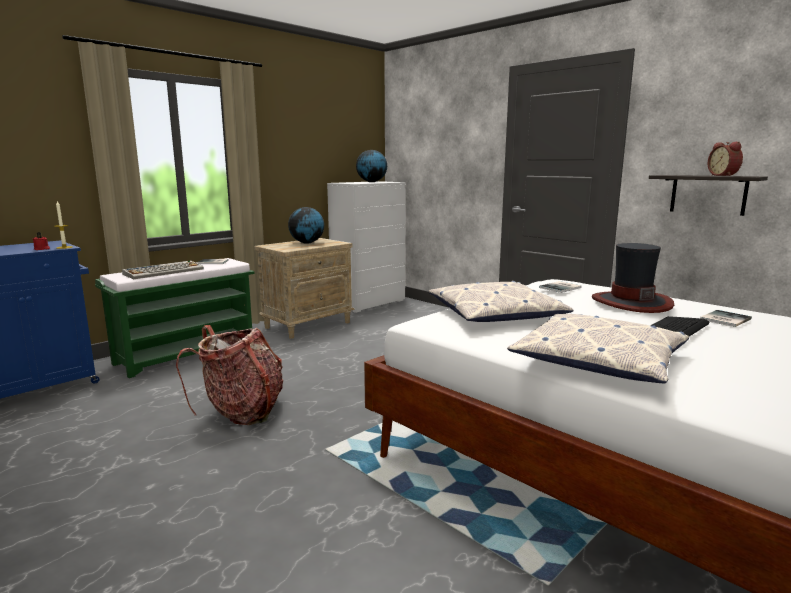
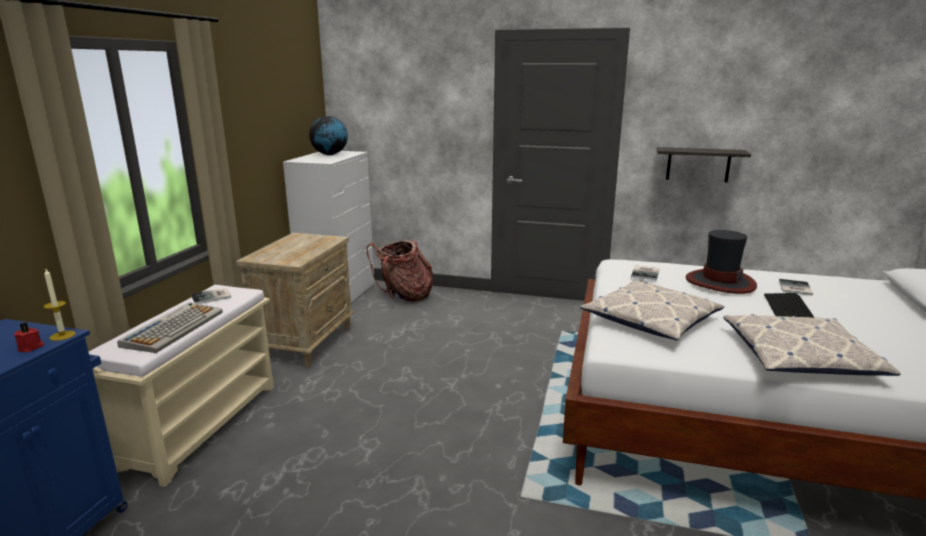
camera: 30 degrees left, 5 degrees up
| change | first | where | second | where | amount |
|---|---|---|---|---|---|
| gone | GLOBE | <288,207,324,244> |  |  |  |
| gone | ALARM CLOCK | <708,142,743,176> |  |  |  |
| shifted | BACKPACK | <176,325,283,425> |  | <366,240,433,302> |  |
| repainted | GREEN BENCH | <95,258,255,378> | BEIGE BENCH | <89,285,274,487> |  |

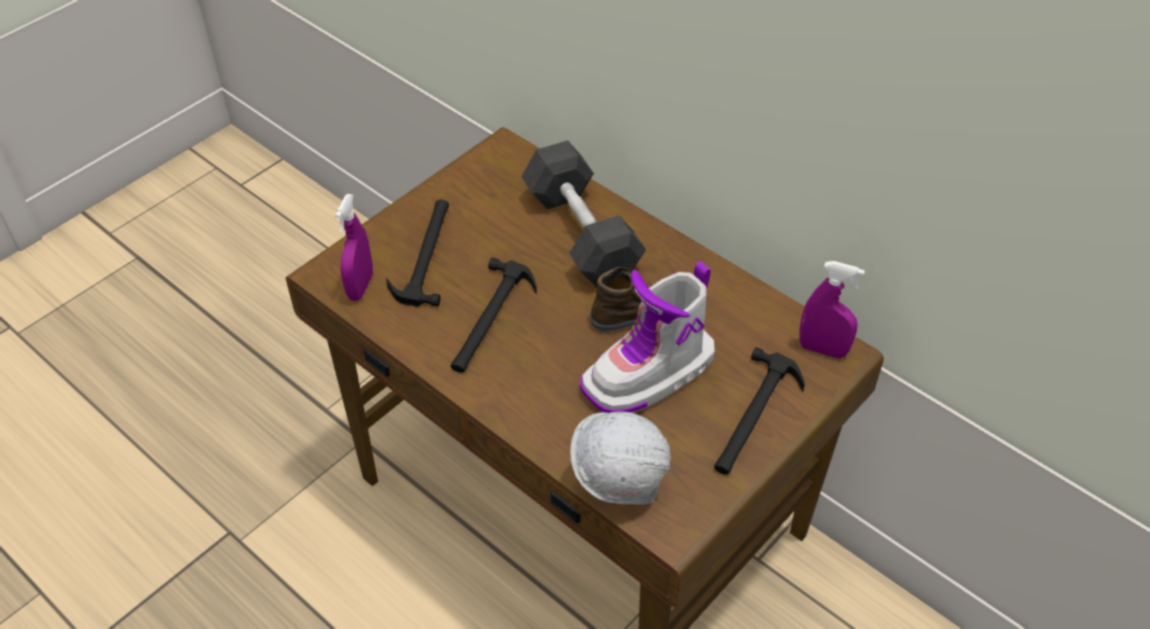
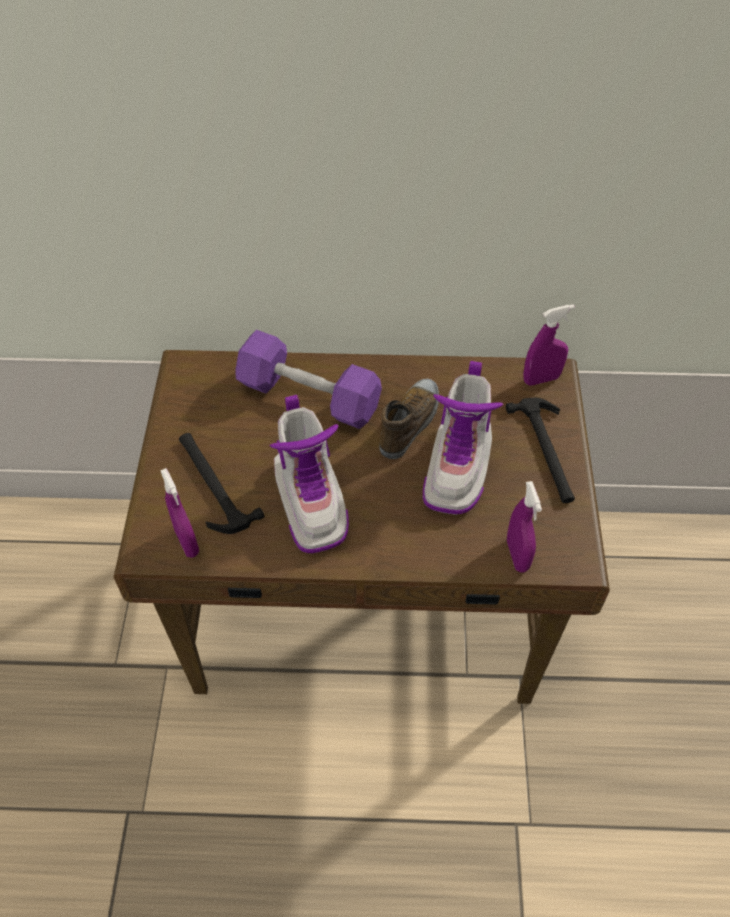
camera: 40 degrees left, 5 degrees up
| change | first | where | second | where | amount |
|---|---|---|---|---|---|
| swapped | HAMMER | <451,257,537,373> | BOOT | <269,395,349,553> |  |
| swapped | WHITE HARD HAT | <570,411,671,505> | PURPLE SPRAY BOTTLE | <507,481,542,572> |  |
| repainted | GREY DUMBBELL | <521,140,646,287> | PURPLE DUMBBELL | <235,330,382,429> |  |

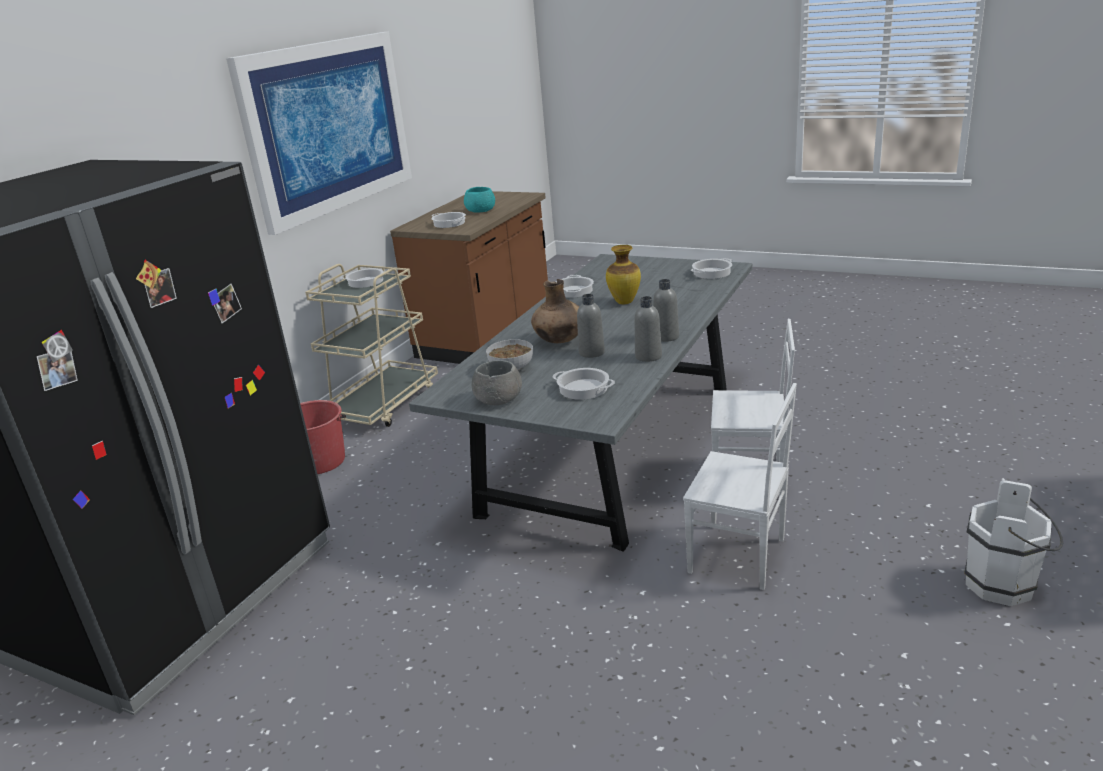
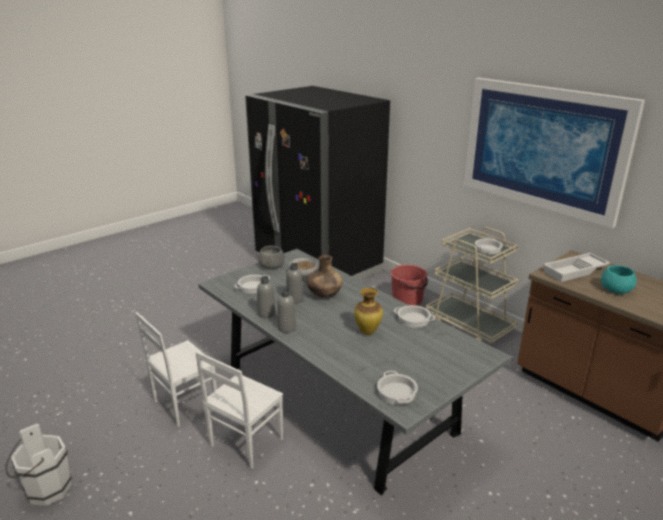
camera: 110 degrees right, 0 degrees up
| change | first | where | second | where | amount |
|---|---|---|---|---|---|
| swapped | COOKING POT | <431,212,466,228> | WHITE TRAY | <543,253,610,282> |  |

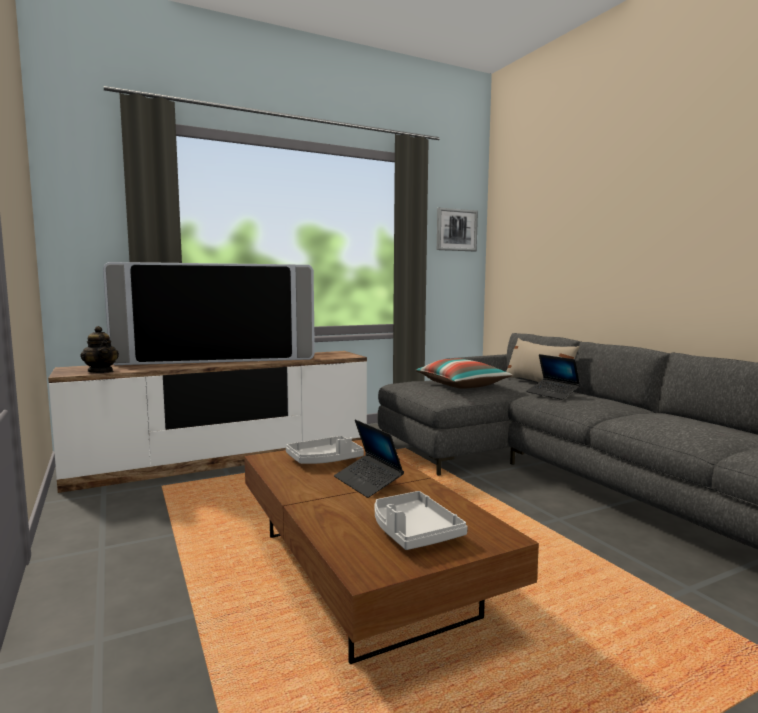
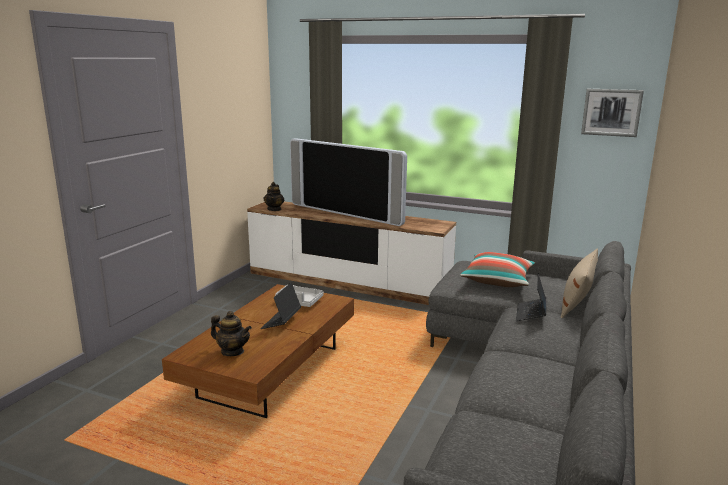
camera: 50 degrees right, 10 degrees up
| change | first | where | second | where | amount |
|---|---|---|---|---|---|
| swapped | GREY TRAY | <374,491,468,550> | TEAPOT | <211,311,252,356> |  |

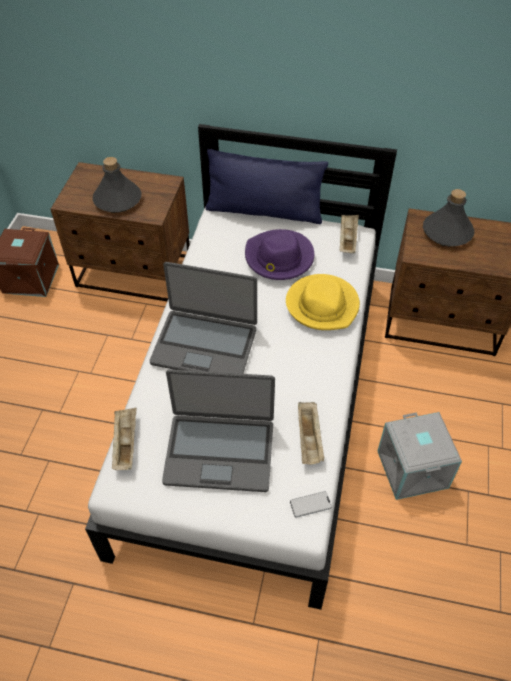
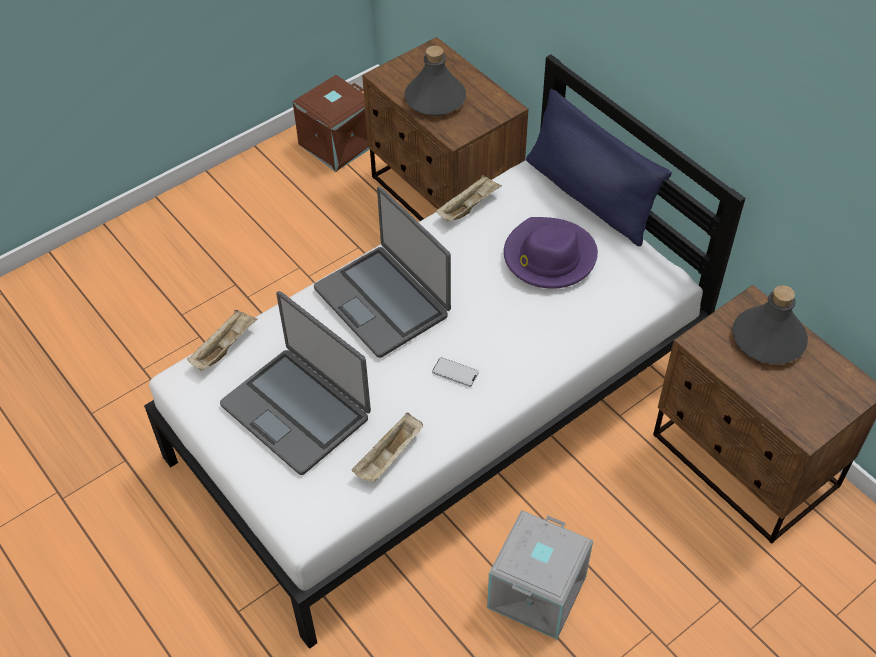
camera: 40 degrees right, 0 degrees up
| change | first | where | second | where | amount |
|---|---|---|---|---|---|
| gone | YELLOW HAT | <286,274,360,330> |  |  |  |
| shifted | PHONE | <290,491,332,518> |  | <432,357,479,387> |  |
| shifted | BEIGE TRAY | <340,215,359,253> |  | <436,175,502,222> |  |

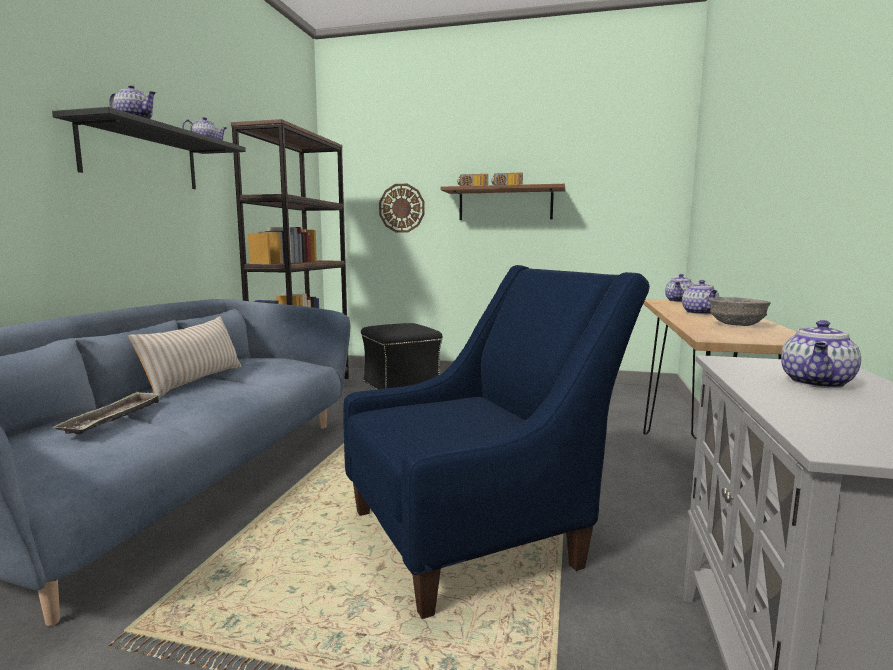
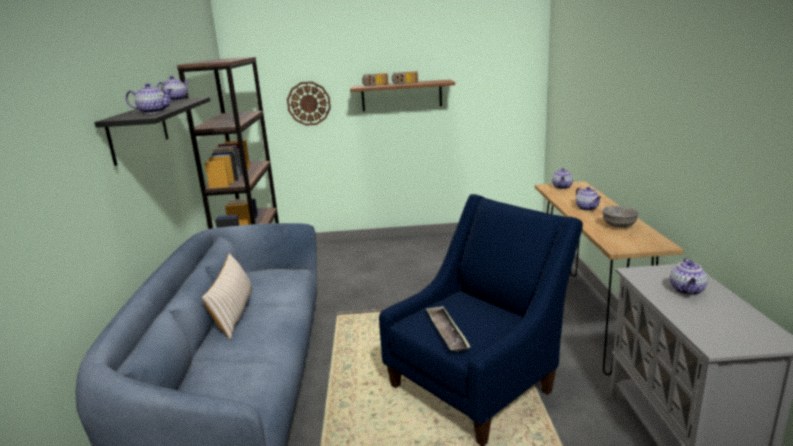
camera: 15 degrees left, 10 degrees up
| change | first | where | second | where | amount |
|---|---|---|---|---|---|
| gone | BLACK OTTOMAN | <361,323,442,389> |  |  |  |
| shifted | TRAY | <54,391,160,435> |  | <426,306,470,352> |  |

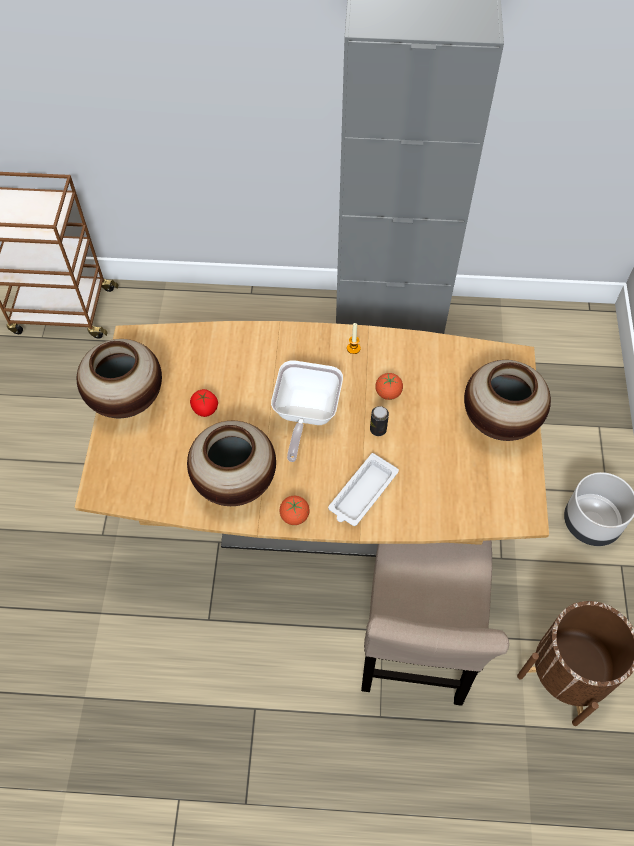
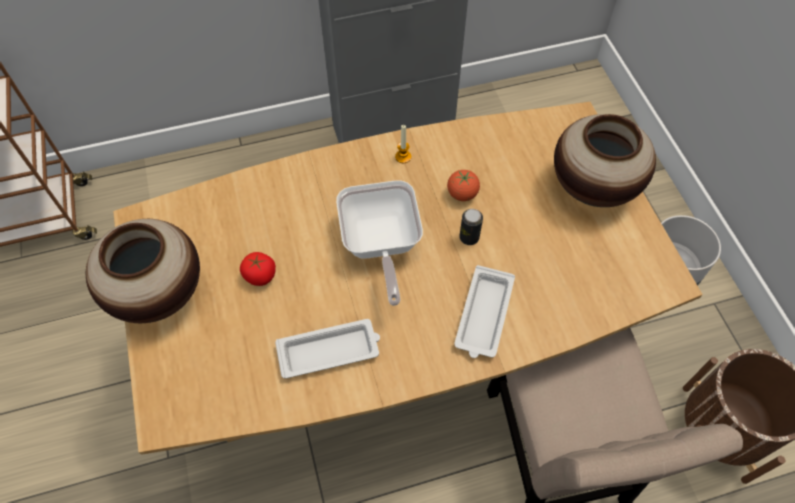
camera: 20 degrees left, 0 degrees up
| change | first | where | second | where | amount |
|---|---|---|---|---|---|
| gone | TOMATO | <279,496,310,525> |  |  |  |
| swapped | VASE | <187,421,276,506> | WHITE TRAY | <275,319,380,379> |  |

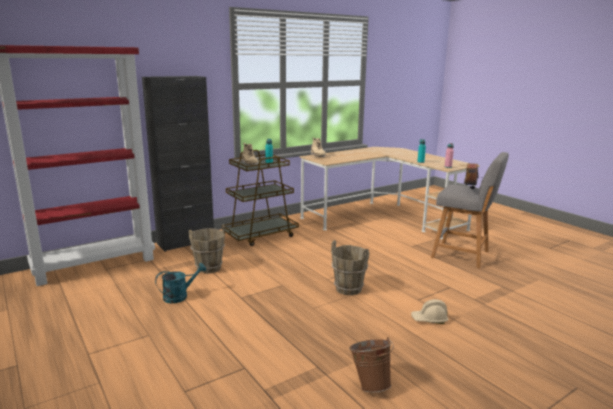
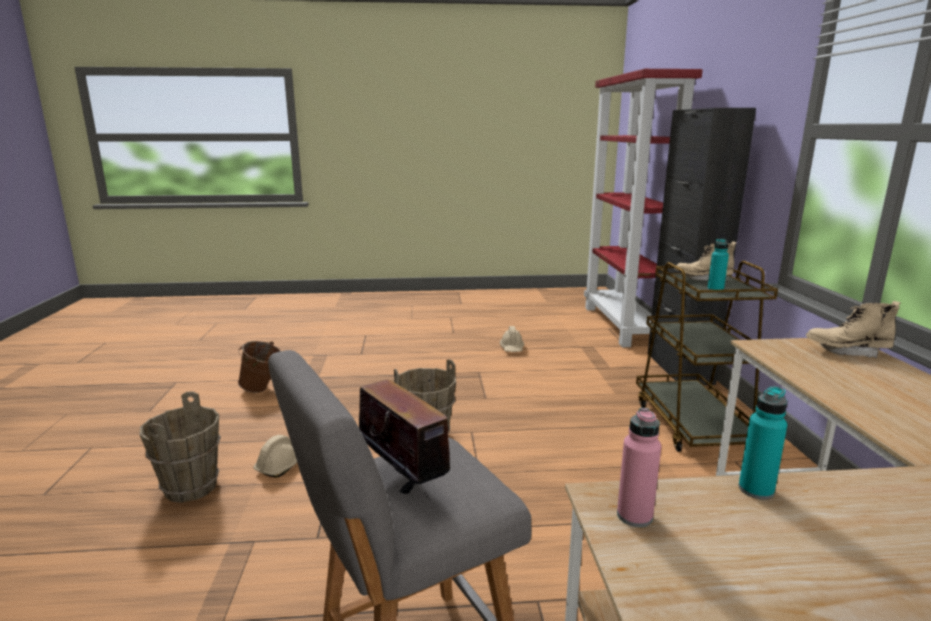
camera: 120 degrees right, 0 degrees up
| change | first | where | second | where | amount |
|---|---|---|---|---|---|
| shifted | BROWN BUCKET | <189,224,225,274> |  | <140,391,221,503> |  |
| swapped | TURQUOISE WATERING CAN | <155,263,206,303> | BEIGE HARD HAT | <500,326,524,352> |  |

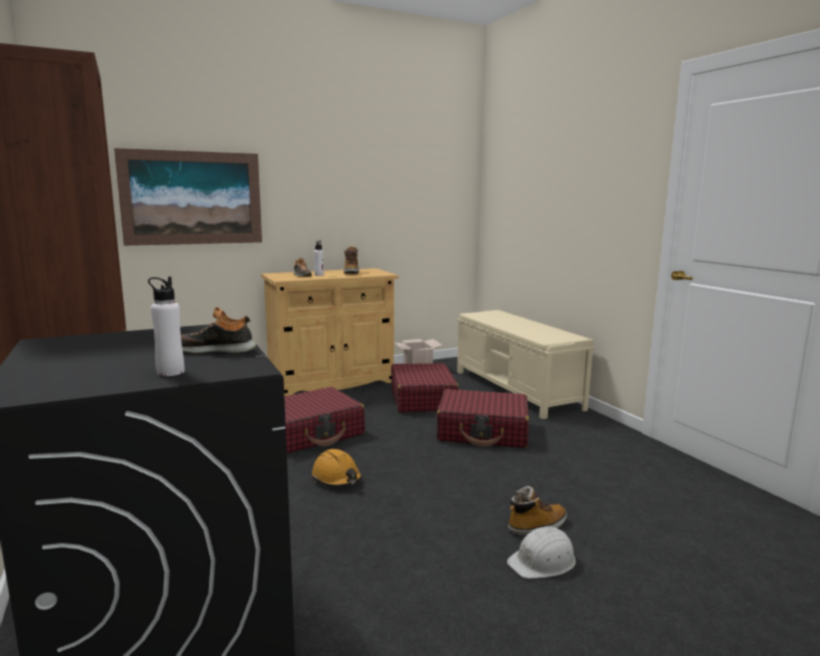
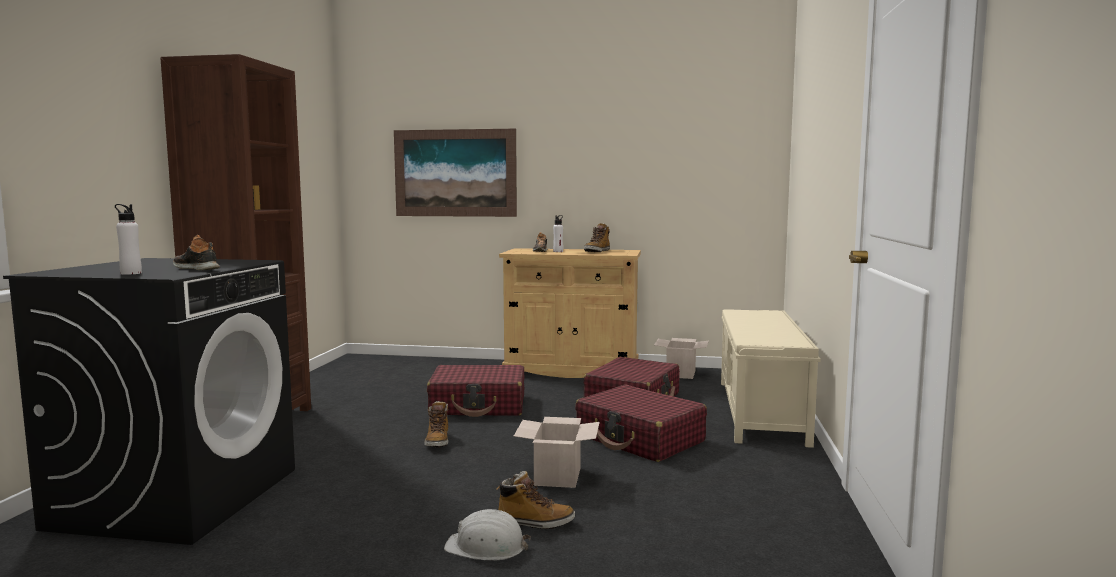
camera: 35 degrees right, 5 degrees down
| change | first | where | second | where | amount |
|---|---|---|---|---|---|
| new |  |  | CARDBOARD BOX | <514,417,600,488> |  |
| swapped | ORANGE HARD HAT | <312,449,362,487> | BOOT | <424,401,449,447> |  |

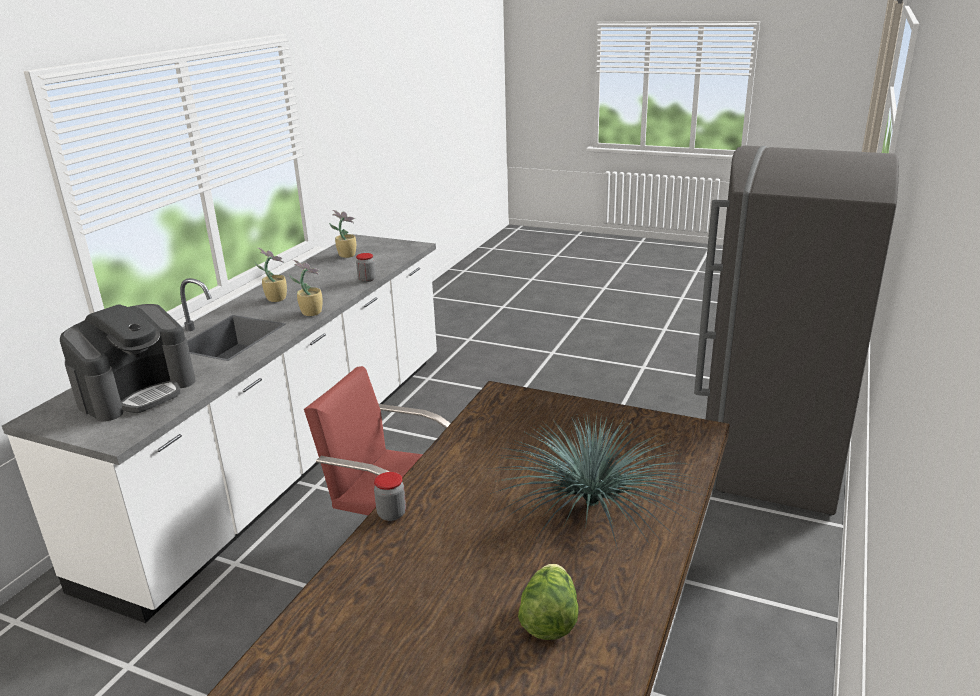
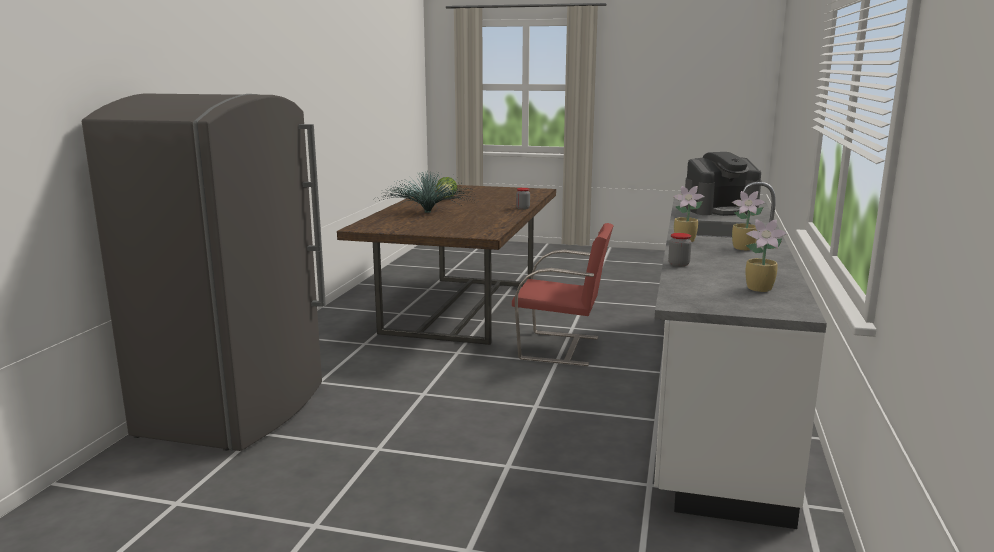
camera: 170 degrees right, 10 degrees down
| change | first | where | second | where | amount |
|---|---|---|---|---|---|
| rotated | COFFEE MACHINE | <60,304,196,422> |  | <685,152,761,216> | 135 degrees counterclockwise |

